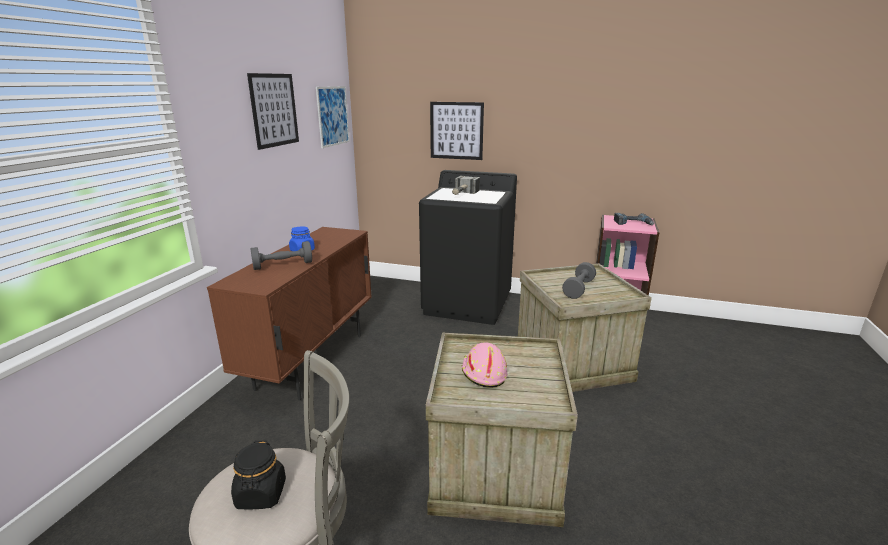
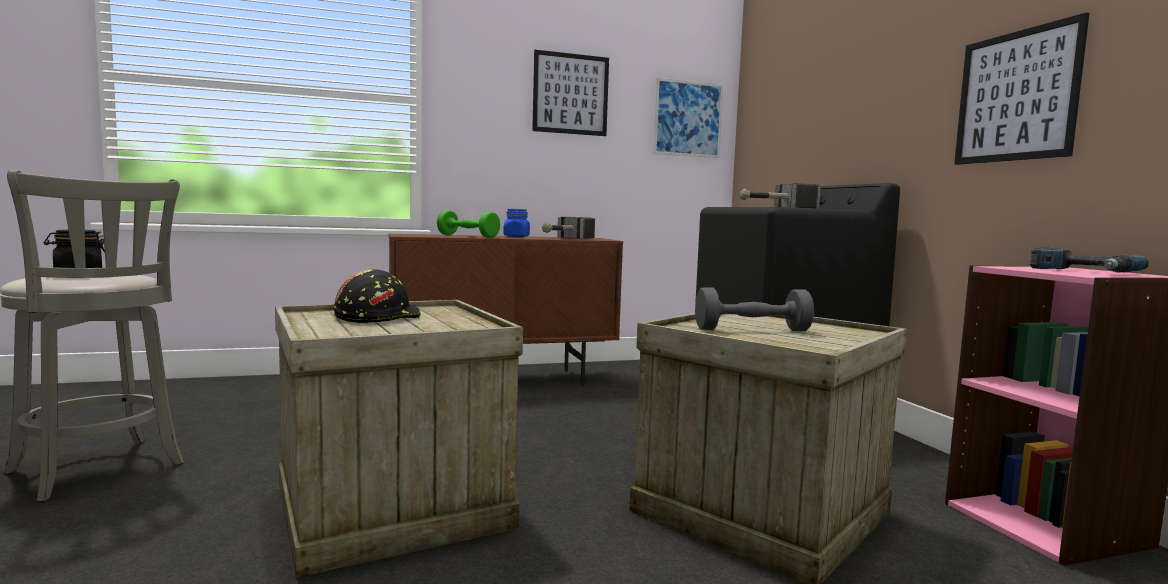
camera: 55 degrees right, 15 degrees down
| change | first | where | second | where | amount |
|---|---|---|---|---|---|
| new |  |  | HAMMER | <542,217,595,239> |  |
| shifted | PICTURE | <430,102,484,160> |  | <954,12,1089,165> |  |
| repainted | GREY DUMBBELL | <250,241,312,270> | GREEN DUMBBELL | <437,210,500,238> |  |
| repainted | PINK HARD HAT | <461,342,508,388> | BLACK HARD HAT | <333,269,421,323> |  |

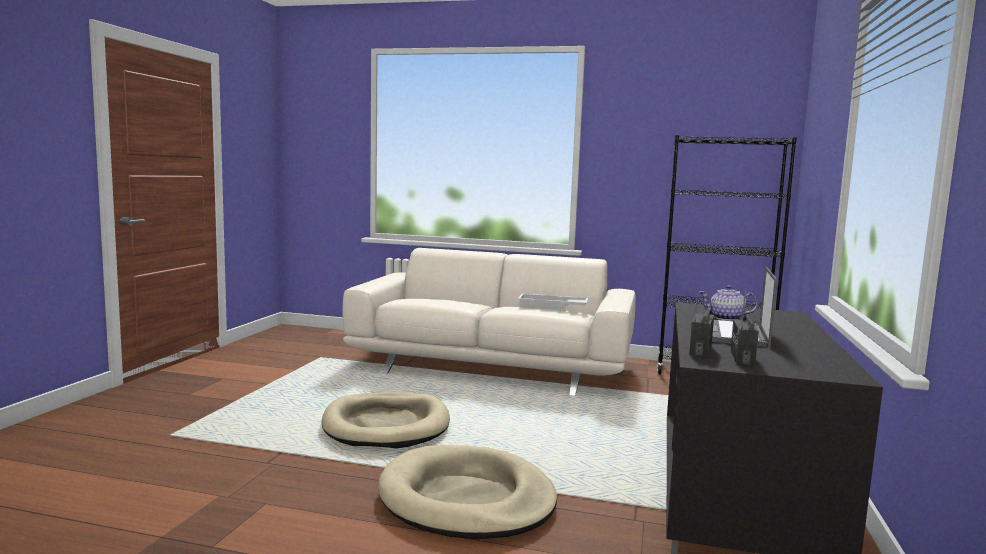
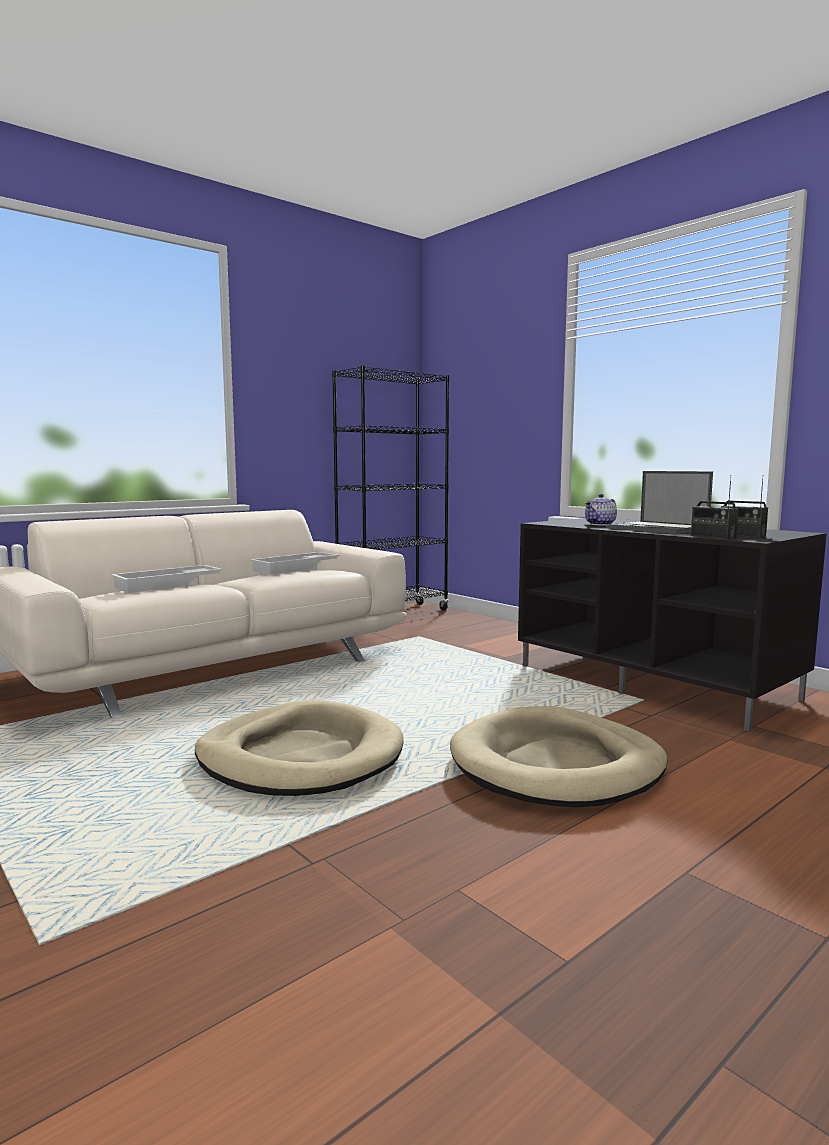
camera: 55 degrees left, 0 degrees up
| change | first | where | second | where | amount |
|---|---|---|---|---|---|
| new |  |  | WHITE TRAY | <111,565,223,593> |  |

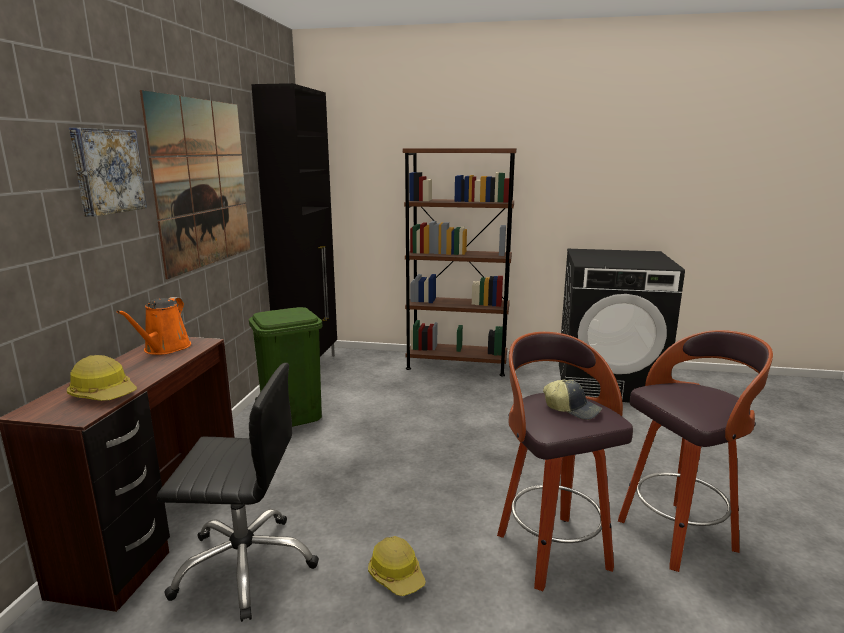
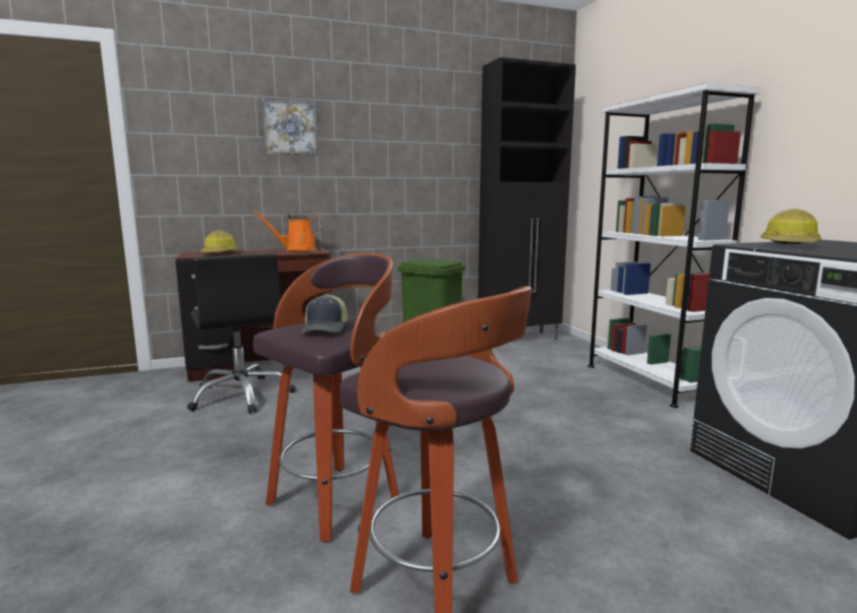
camera: 60 degrees right, 5 degrees down
| change | first | where | second | where | amount |
|---|---|---|---|---|---|
| gone | PICTURE | <140,90,250,279> |  |  |  |
| shifted | HARD HAT | <368,536,426,596> |  | <760,208,822,244> |  |
| repainted | BROWN BOOKCASE | <403,148,517,376> | WHITE BOOKCASE | <588,83,761,408> |  |

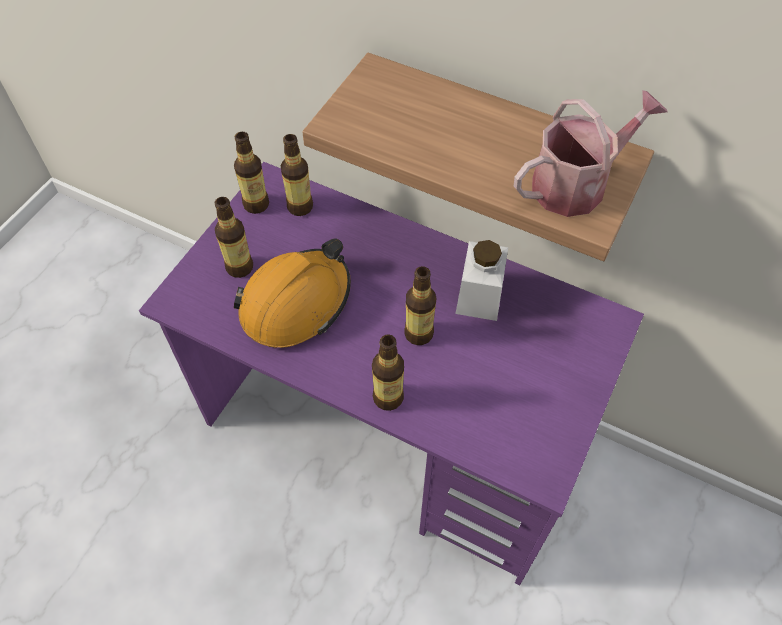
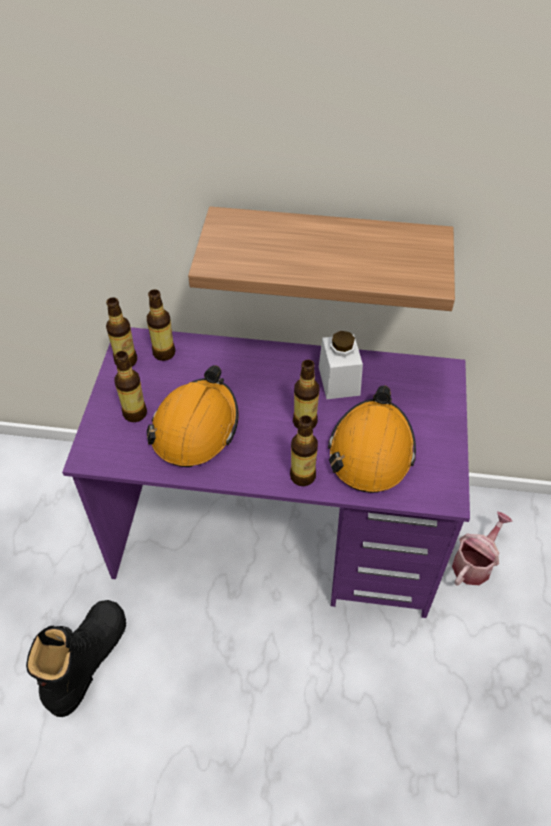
camera: 20 degrees left, 5 degrees down
| change | first | where | second | where | amount |
|---|---|---|---|---|---|
| new |  |  | BLACK BOOT | <26,600,126,717> |  |
| new |  |  | ORANGE HARD HAT | <328,386,416,493> |  |
| shifted | WATERING CAN | <514,90,668,217> |  | <452,511,513,586> |  |

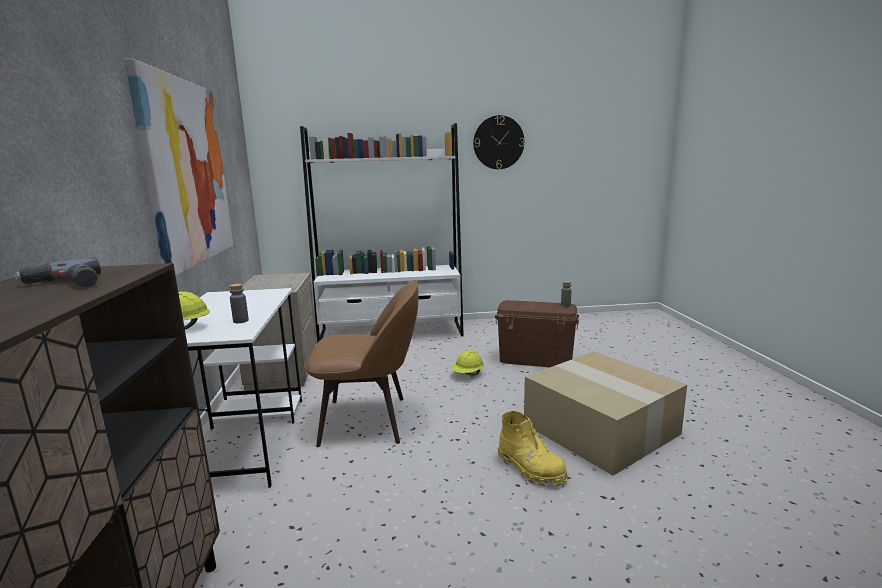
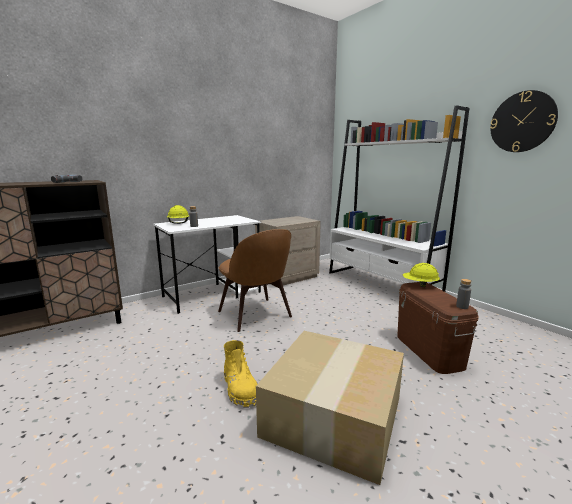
camera: 60 degrees right, 0 degrees up
| change | first | where | second | where | amount |
|---|---|---|---|---|---|
| gone | PICTURE | <124,59,234,276> |  |  |  |
| shifted | YELLOW HARD HAT | <451,350,484,376> |  | <402,263,440,287> |  |
| rotated | YELLOW BOOT | <498,411,568,486> |  | <224,340,258,408> | 45 degrees counterclockwise |

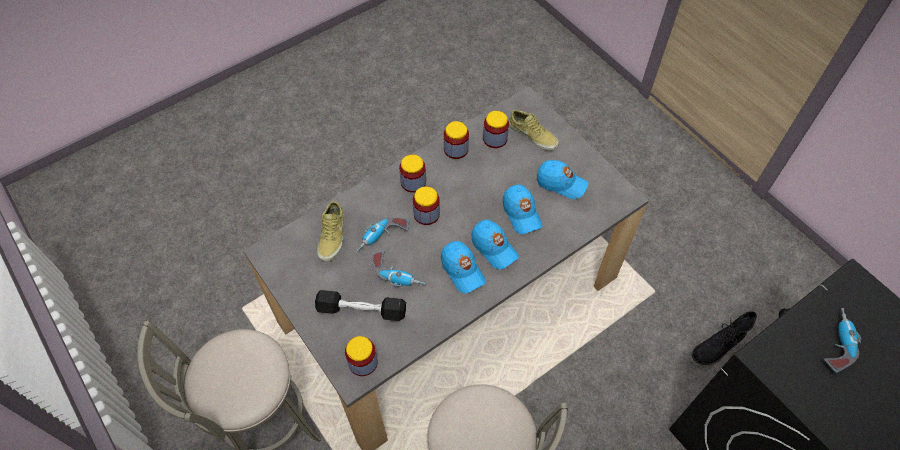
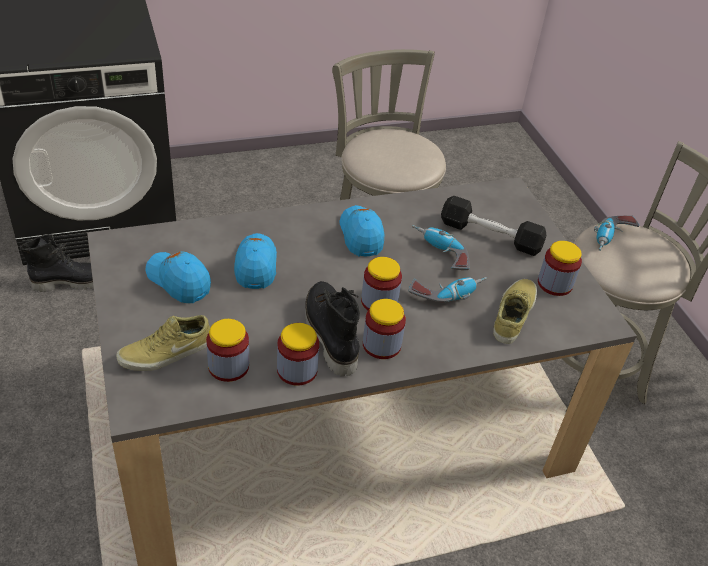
camera: 165 degrees left, 15 degrees down
| change | first | where | second | where | amount |
|---|---|---|---|---|---|
| gone | BLUE CAP | <471,219,519,269> |  |  |  |
| new |  |  | BLACK BOOT | <305,281,360,377> |  |
| shifted | JAR | <345,336,378,376> |  | <538,241,582,296> |  |
| shifted | POWER DRILL | <824,308,861,373> |  | <594,216,639,251> |  |
| rotated | BEIGE SHOE | <509,110,559,151> |  | <116,315,210,371> | 90 degrees counterclockwise |

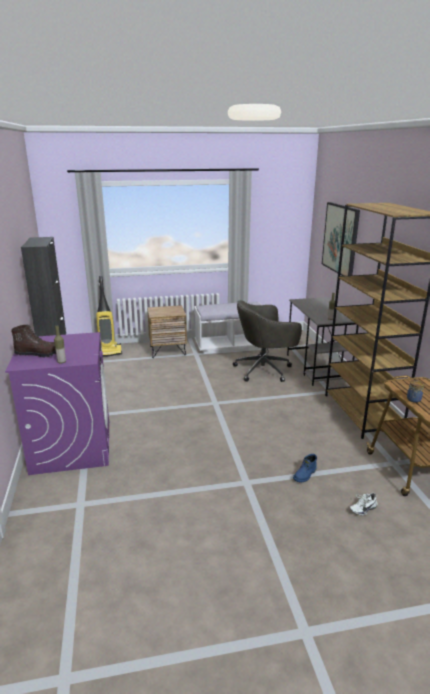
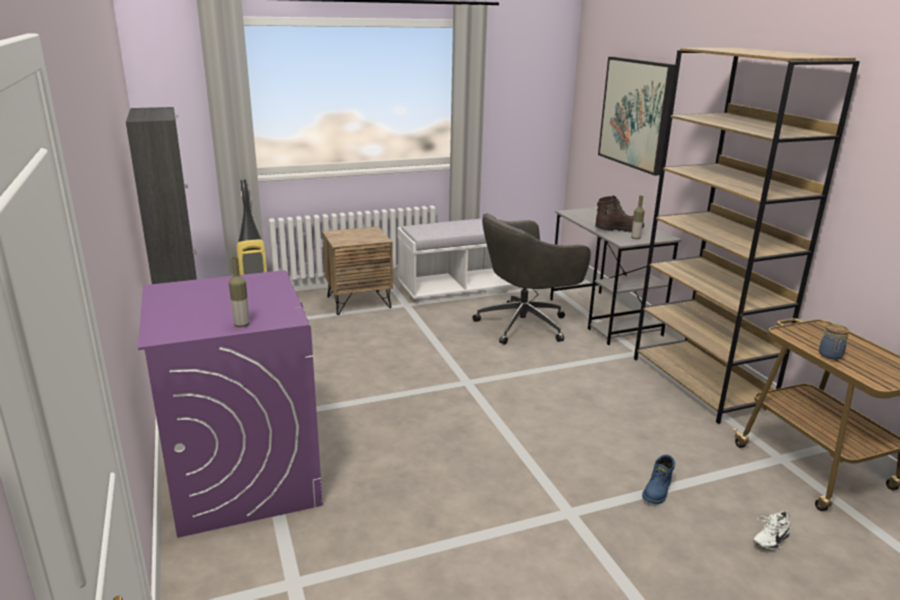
camera: 10 degrees left, 0 degrees up
| change | first | where | second | where | amount |
|---|---|---|---|---|---|
| shifted | BROWN BOOT | <11,324,56,357> |  | <595,195,644,232> |  |

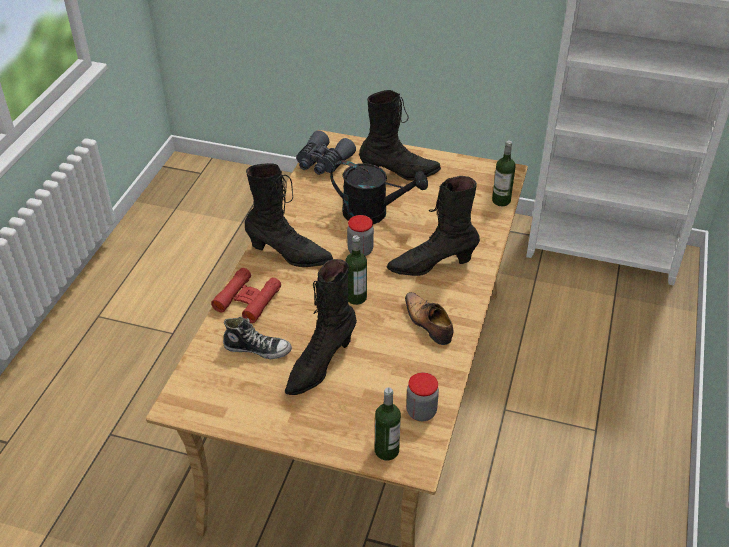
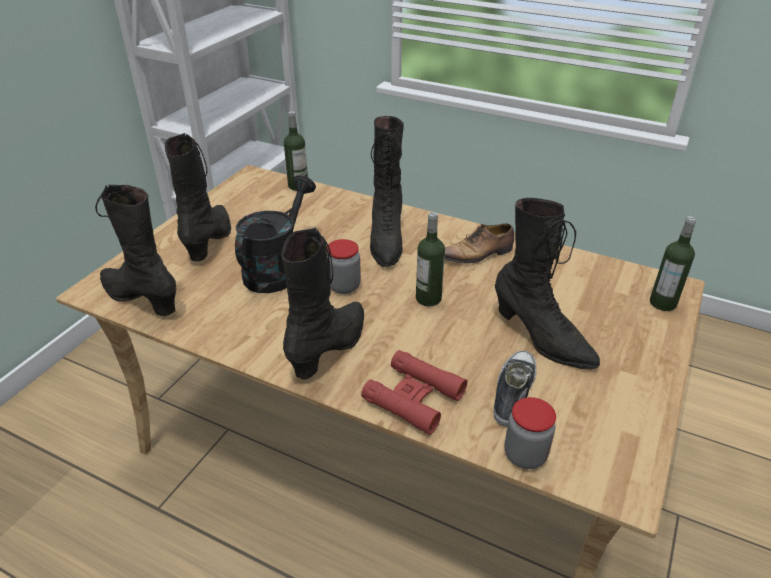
camera: 80 degrees left, 5 degrees down
| change | first | where | second | where | amount |
|---|---|---|---|---|---|
| shifted | JAR | <406,372,439,421> |  | <504,397,556,469> |  |
| swapped | GREY BINOCULARS | <296,130,356,175> | BLACK BOOT | <95,185,176,316> |  |

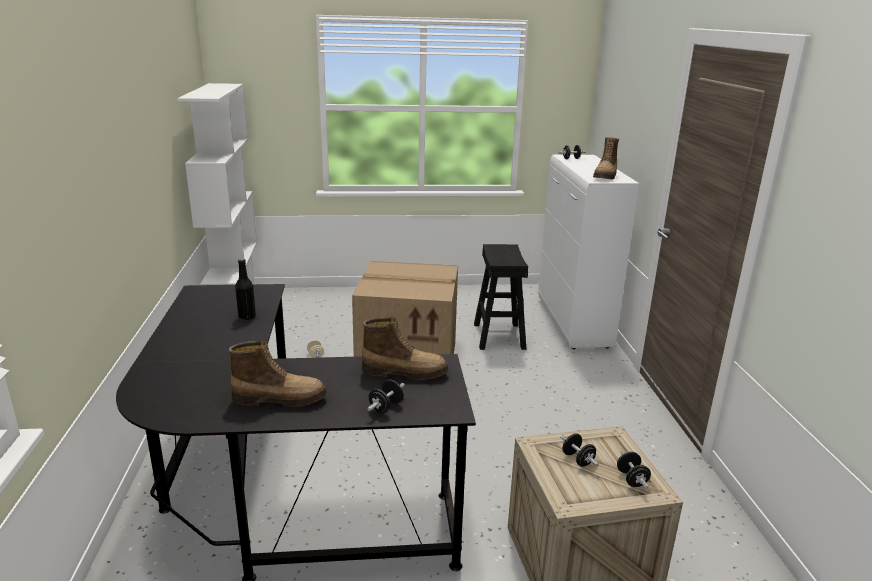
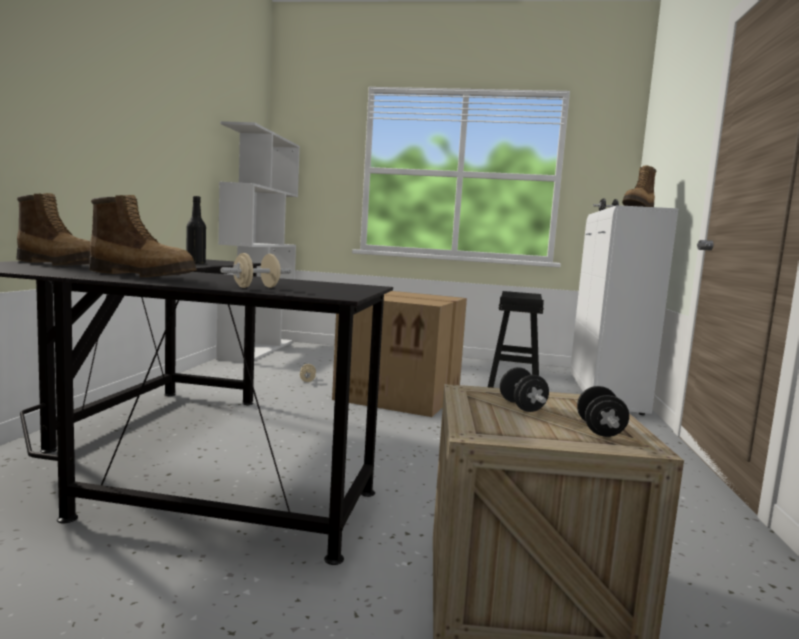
camera: 15 degrees right, 15 degrees down
| change | first | where | second | where | amount |
|---|---|---|---|---|---|
| shifted | BOOT | <362,317,449,380> |  | <16,193,90,265> |  |
| repainted | BLACK DUMBBELL | <368,380,405,413> | BEIGE DUMBBELL | <221,253,291,288> |  |

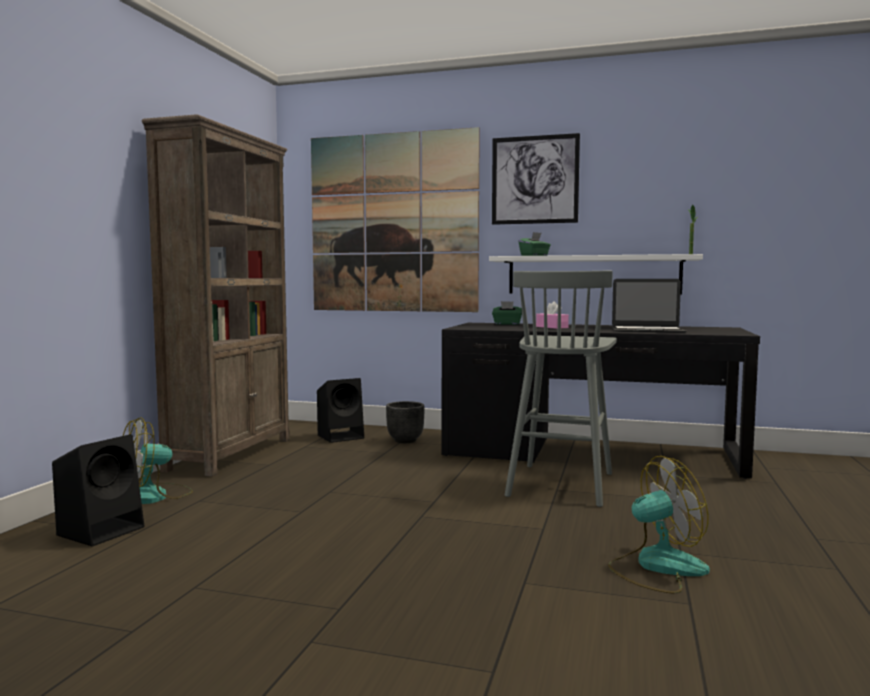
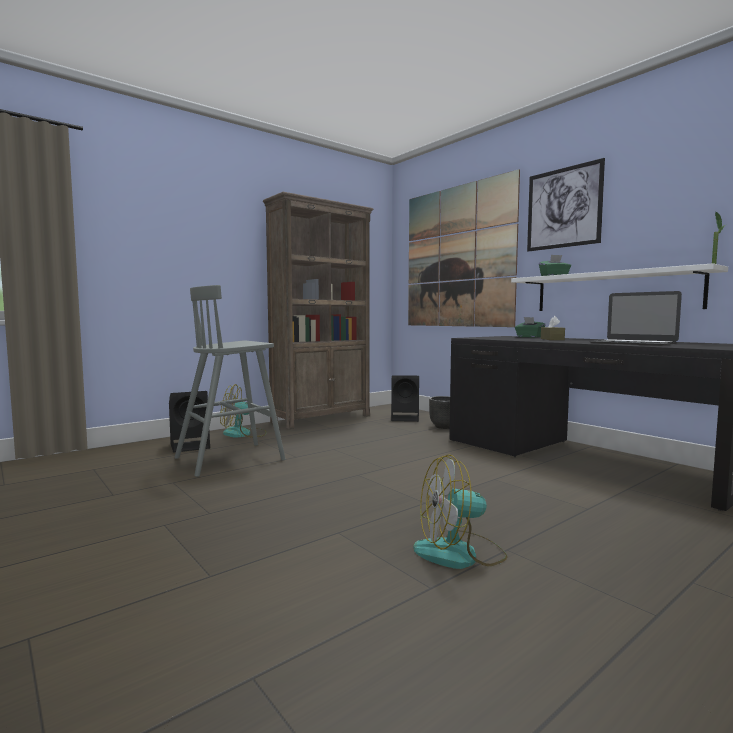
camera: 35 degrees right, 0 degrees up
| change | first | where | second | where | amount |
|---|---|---|---|---|---|
| shifted | GREY STOOL | <505,271,617,507> |  | <174,285,285,477> |  |
| repainted | PINK TISSUE BOX | <536,301,569,329> | BROWN TISSUE BOX | <541,316,565,340> |  |
| rotated | FAN | <608,456,710,593> |  | <413,455,508,569> | 150 degrees clockwise |

